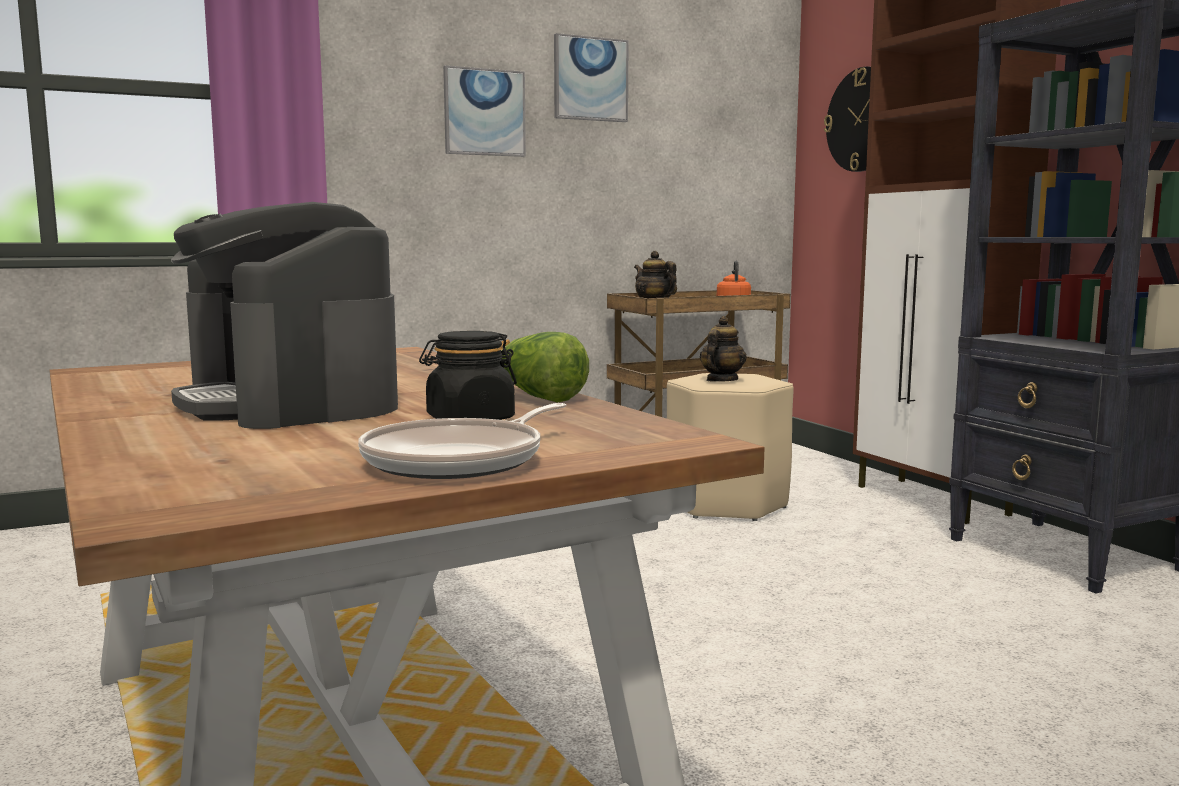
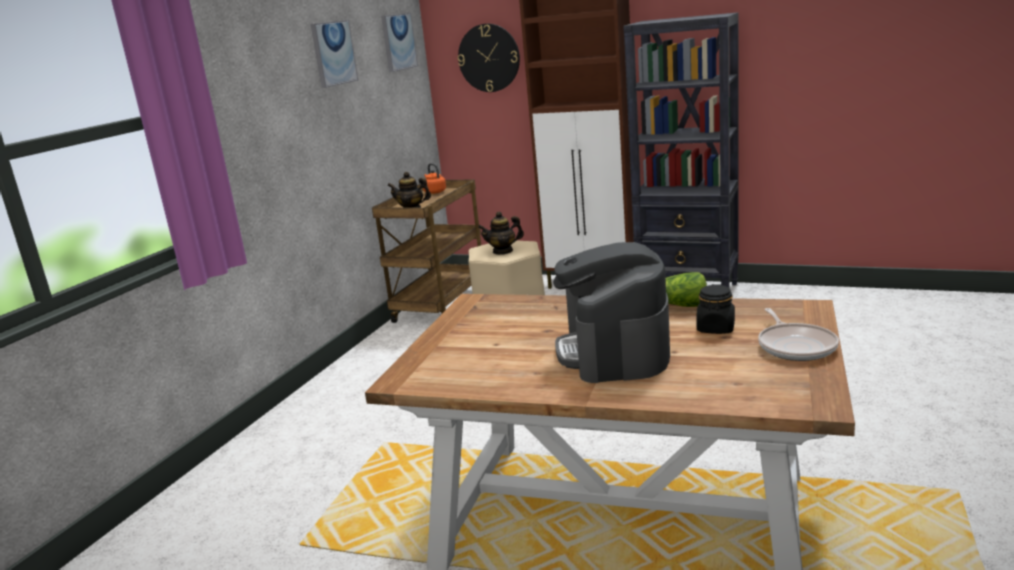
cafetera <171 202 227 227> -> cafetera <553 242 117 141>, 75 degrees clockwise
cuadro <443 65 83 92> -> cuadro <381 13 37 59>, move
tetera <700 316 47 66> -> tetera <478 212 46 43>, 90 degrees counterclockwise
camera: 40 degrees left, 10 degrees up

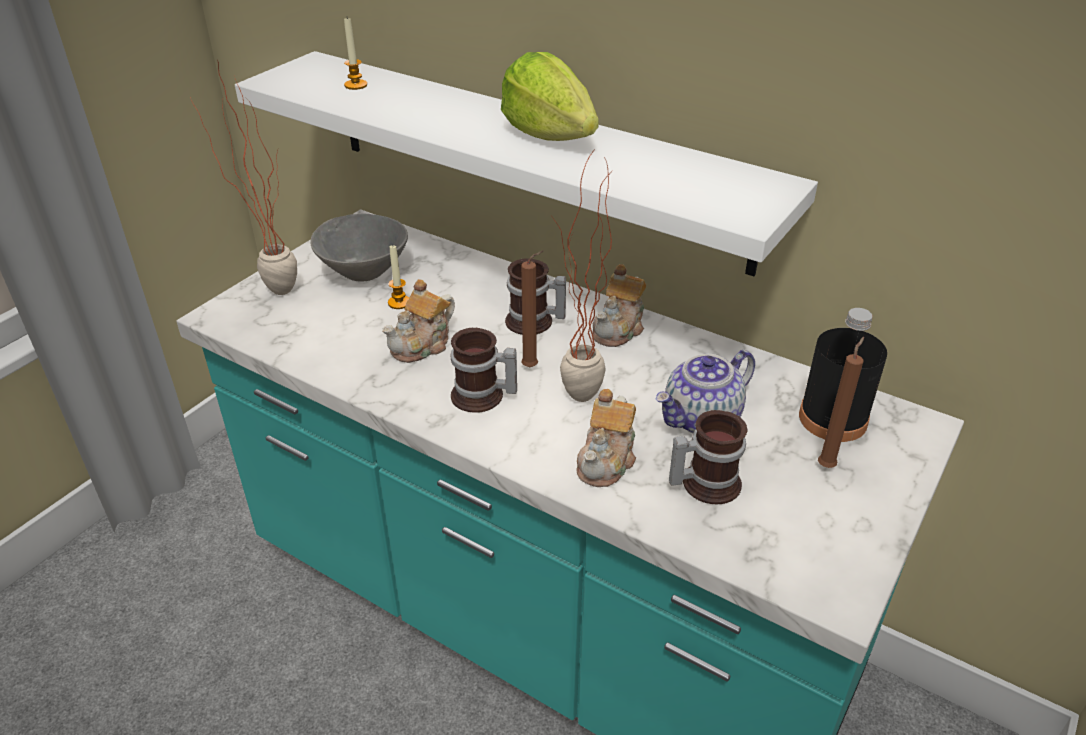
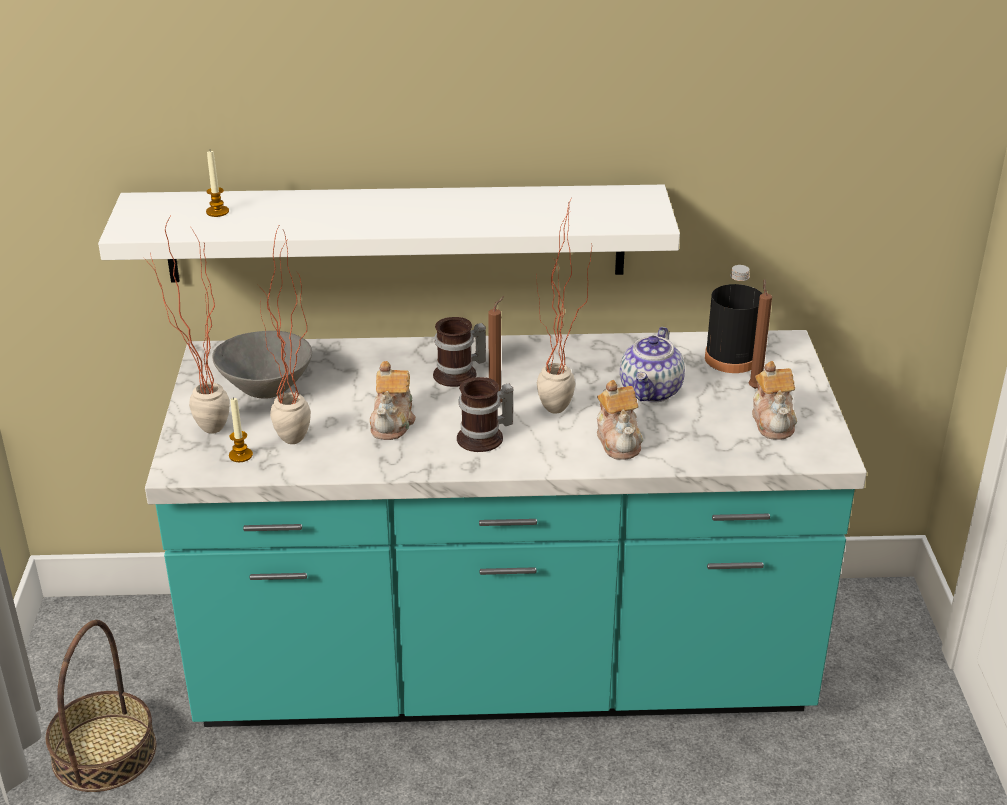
vela <388 244 21 65> -> vela <229 397 24 65>, move
lechuga <501 52 98 89> -> none
tetera <592 264 54 83> -> tetera <752 361 45 79>, move
taza grande <669 410 78 94> -> none
none -> cesta <45 620 111 172>
none -> planta en maceta <258 224 53 220>
camera: 35 degrees left, 5 degrees down

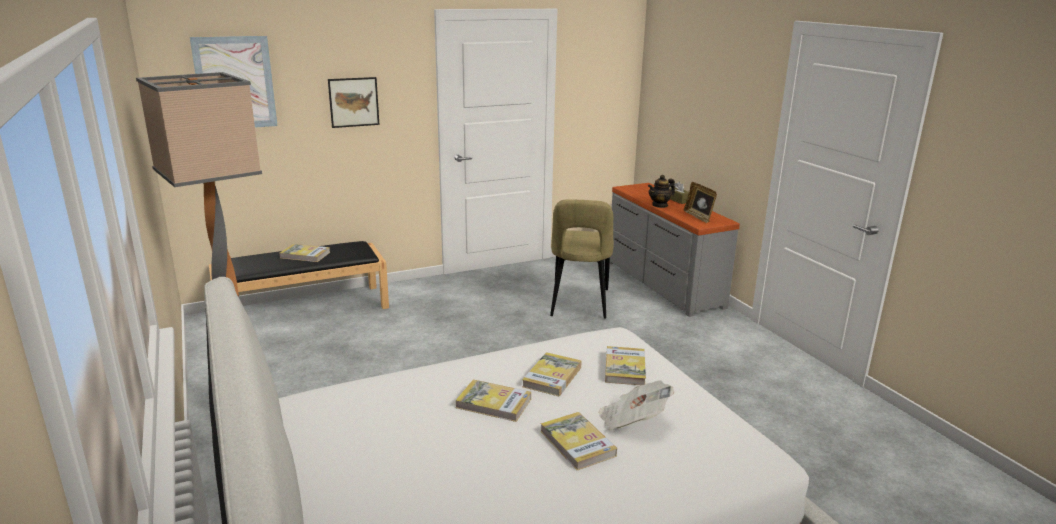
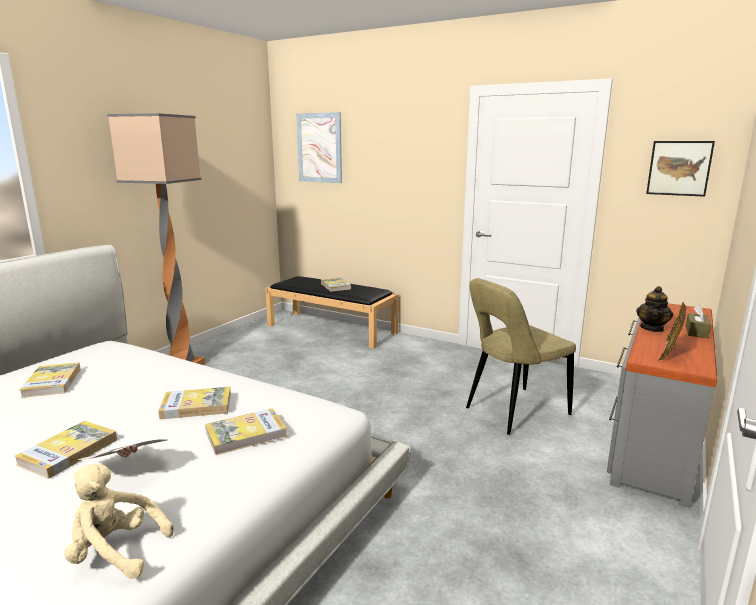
cuadro <328 77 51 51> -> cuadro <646 141 69 56>, move
libro <455 380 76 42> -> libro <20 362 61 36>, move
tetera <648 175 27 33> -> tetera <636 286 37 46>, 90 degrees counterclockwise
none -> peluche [beis] <64 464 110 115>
camera: 55 degrees right, 5 degrees down

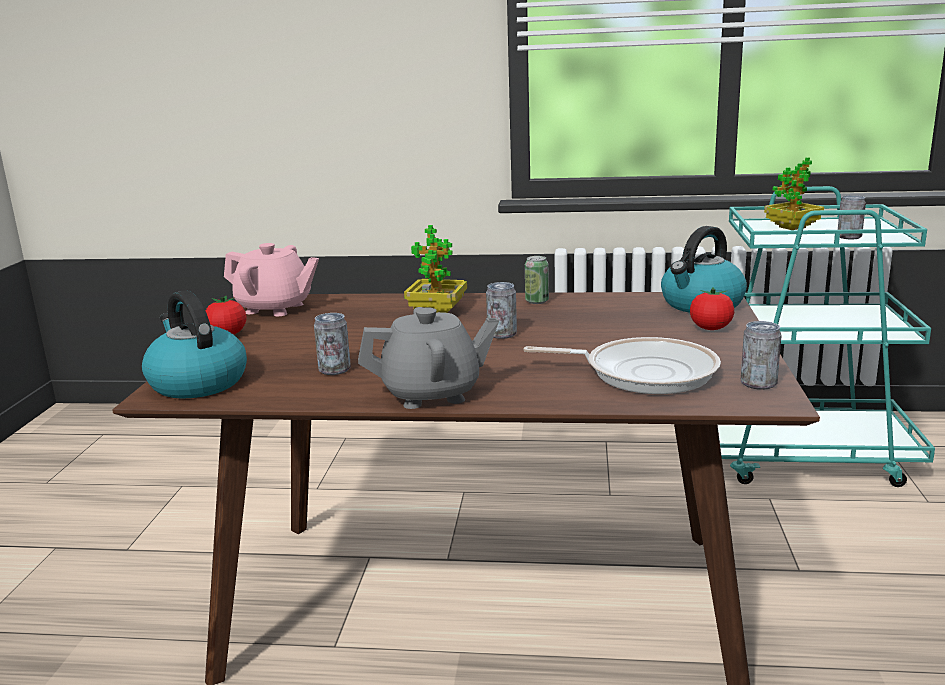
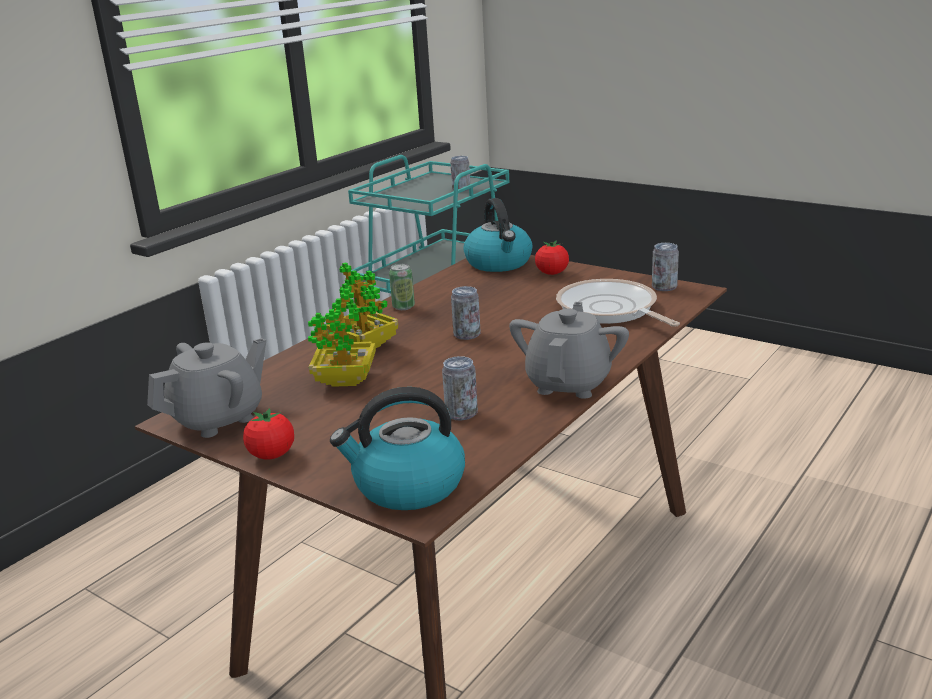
tetera [rosa] <224 243 95 73> -> tetera [gris] <147 338 119 100>
sartén <523 337 198 57> -> sartén <556 279 124 48>, 75 degrees counterclockwise
planta en maceta <764 157 60 73> -> planta en maceta <308 289 68 98>, move
camera: 60 degrees left, 5 degrees up

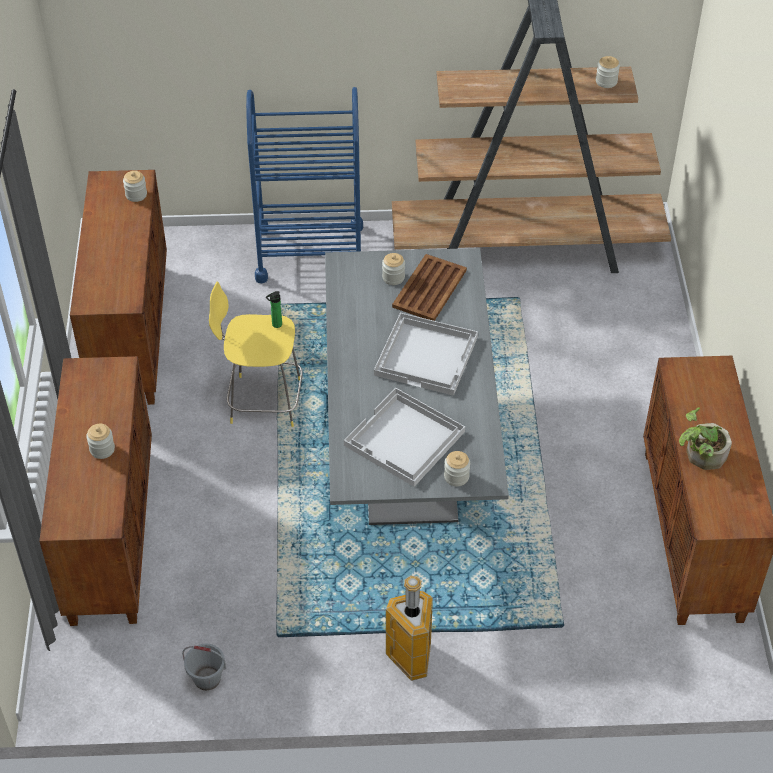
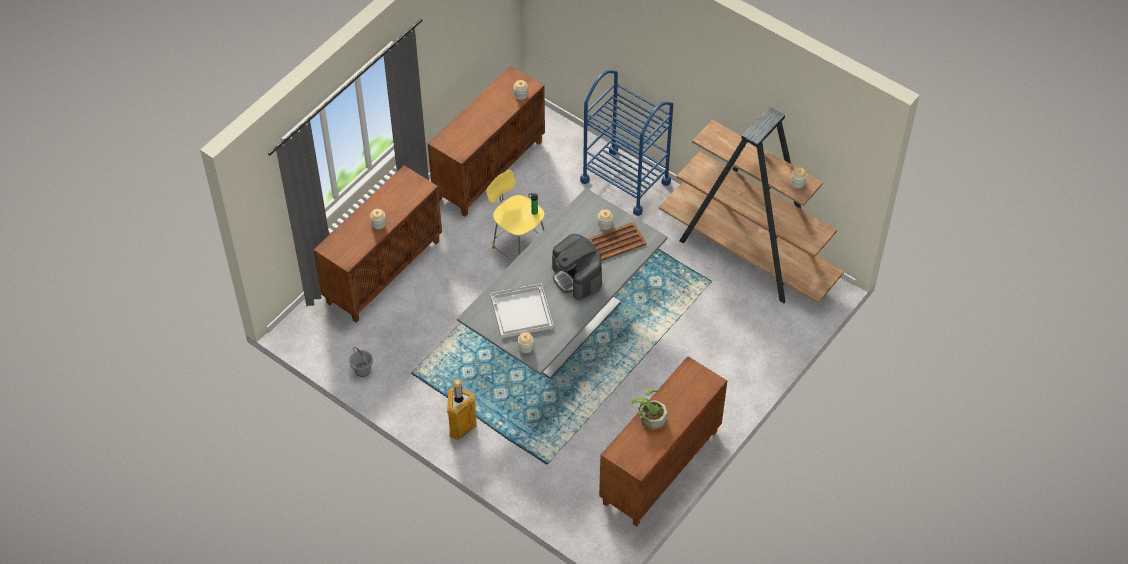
bandeja [blanco] <374 313 104 83> -> cafetera <552 234 50 66>
camera: 40 degrees right, 5 degrees up

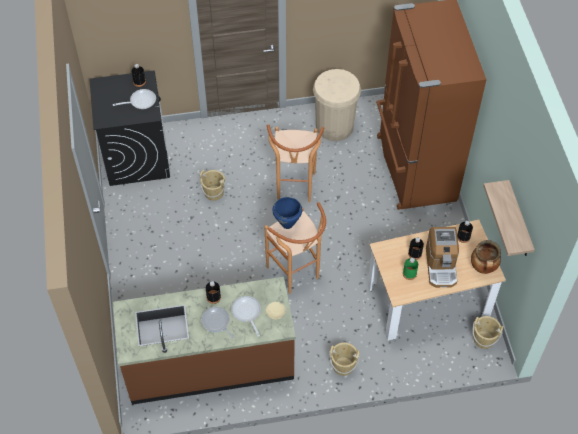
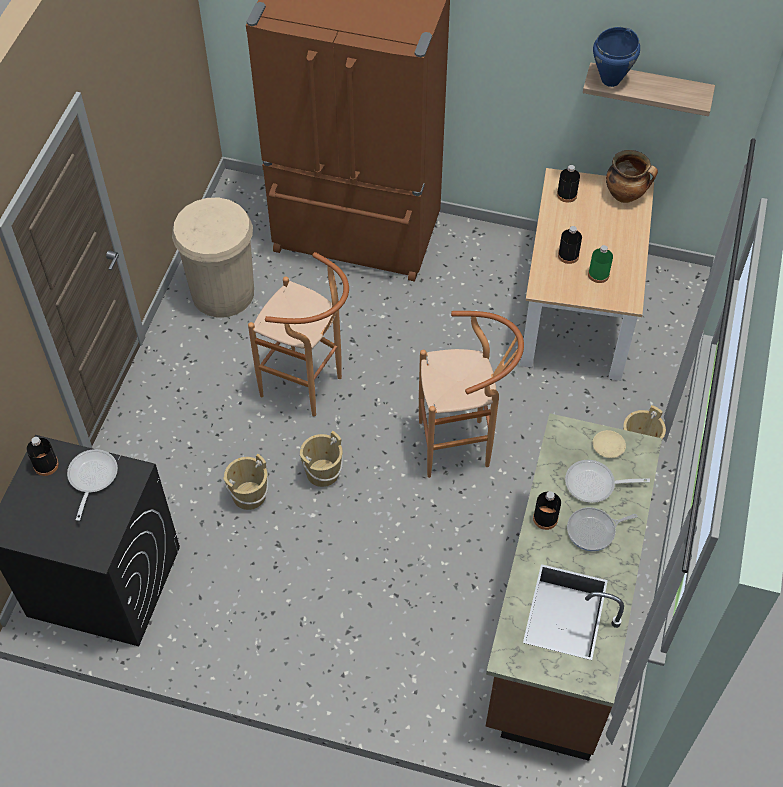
olla [azul] <272 197 30 32> -> olla [azul] <593 27 47 60>, move
cafetera <426 227 33 61> -> none
cubo [beis] <473 316 30 33> -> cubo [beis] <300 431 43 56>, move
camera: 65 degrees left, 0 degrees up

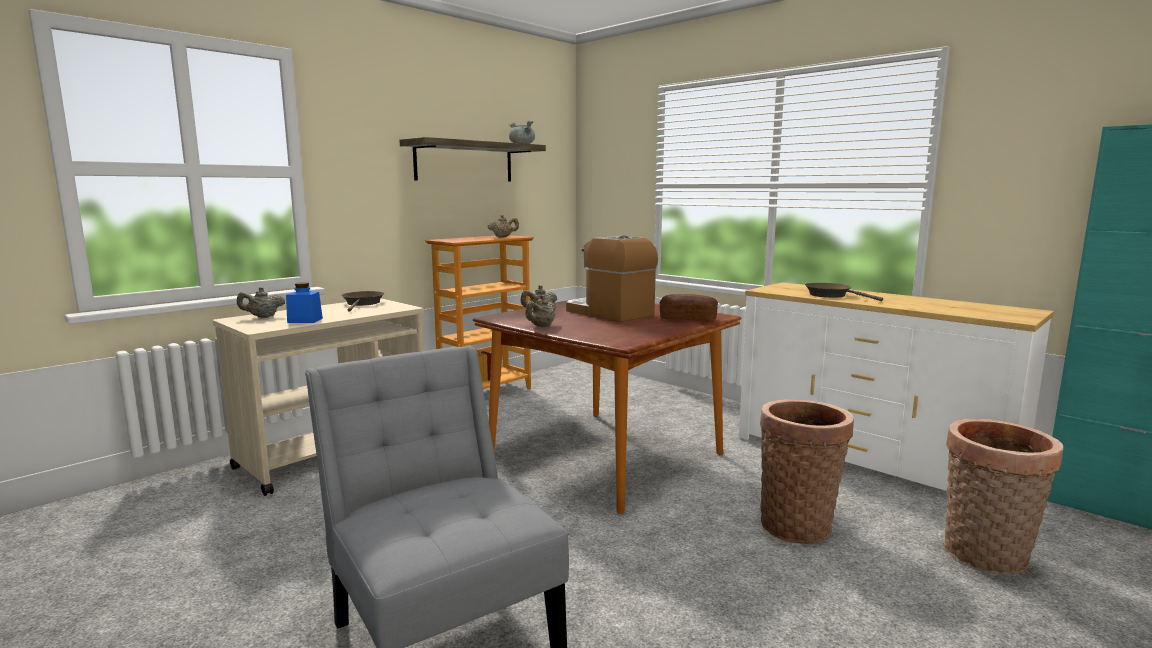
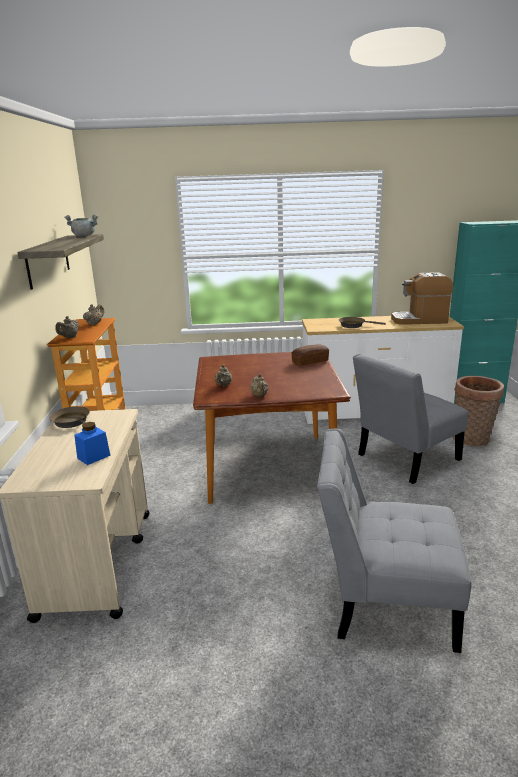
tetera [beis] <237 287 48 31> -> tetera [beis] <56 316 23 22>, move
cafetera <566 235 92 87> -> cafetera <391 272 62 53>, move
cesta <760 400 94 144> -> silla [gris] <353 353 115 131>
camera: 45 degrees left, 10 degrees up

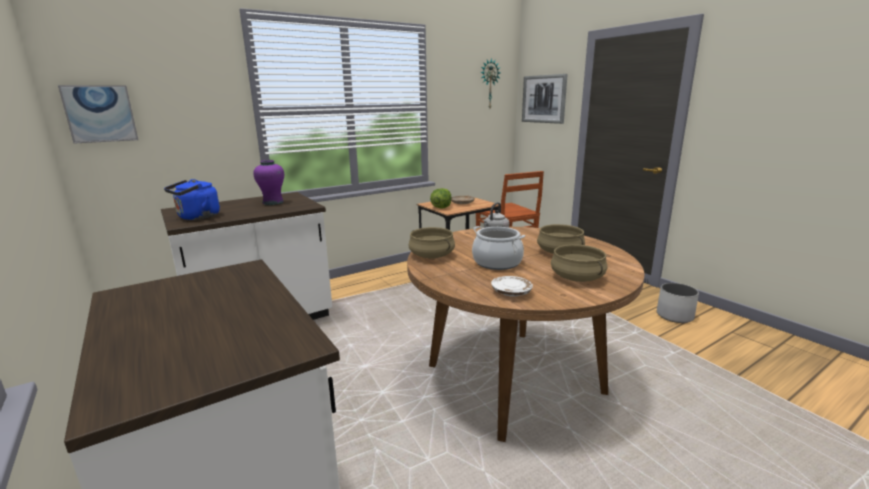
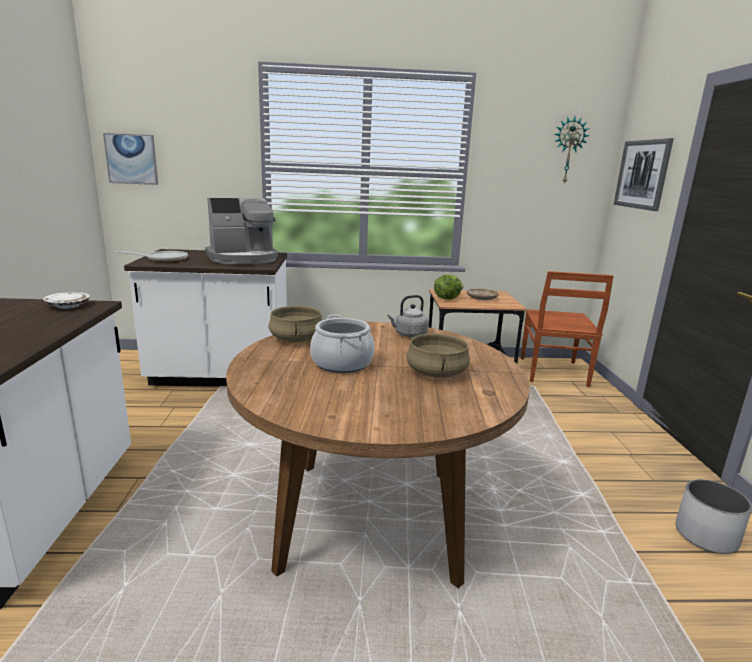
hervidor [azul] <164 179 56 41> -> sartén <115 251 73 11>
florero [morado] <253 160 31 45> -> cafetera <205 198 73 66>
plato [blanco] <491 276 42 21> -> plato [blanco] <43 292 47 17>, move
olla [beis] <551 244 56 38> -> none
camera: 30 degrees right, 0 degrees up

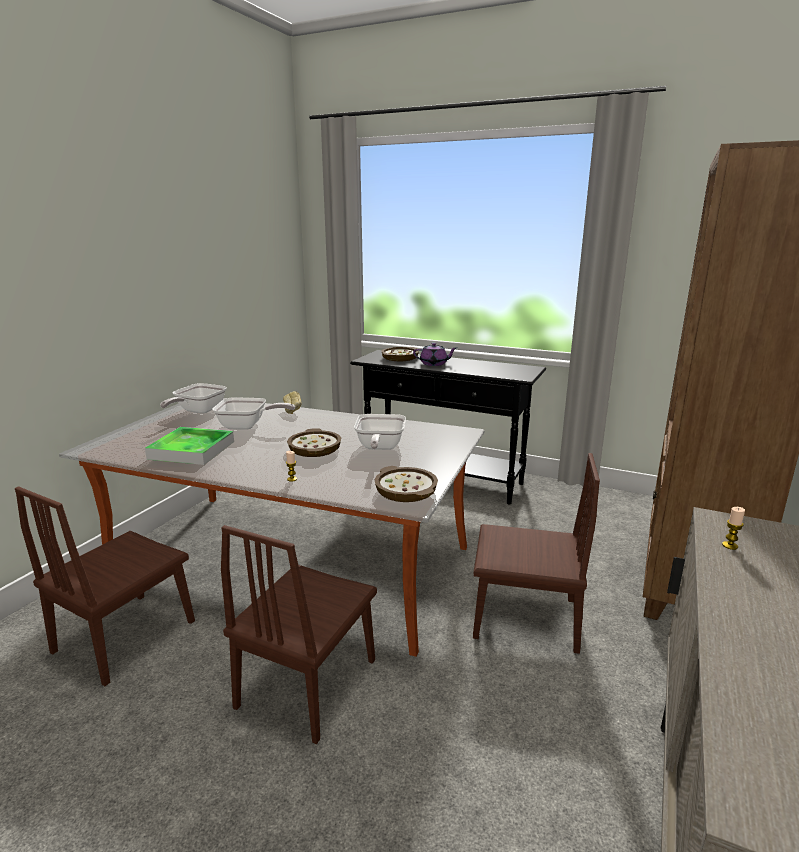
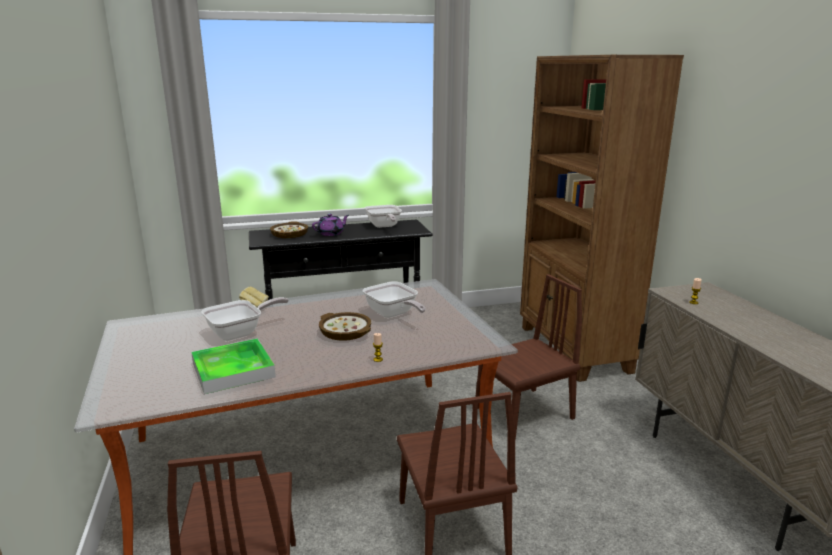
sartén <160 383 67 31> -> sartén <365 205 37 23>, move
cuenco <374 466 64 36> -> none
camera: 40 degrees left, 0 degrees up

